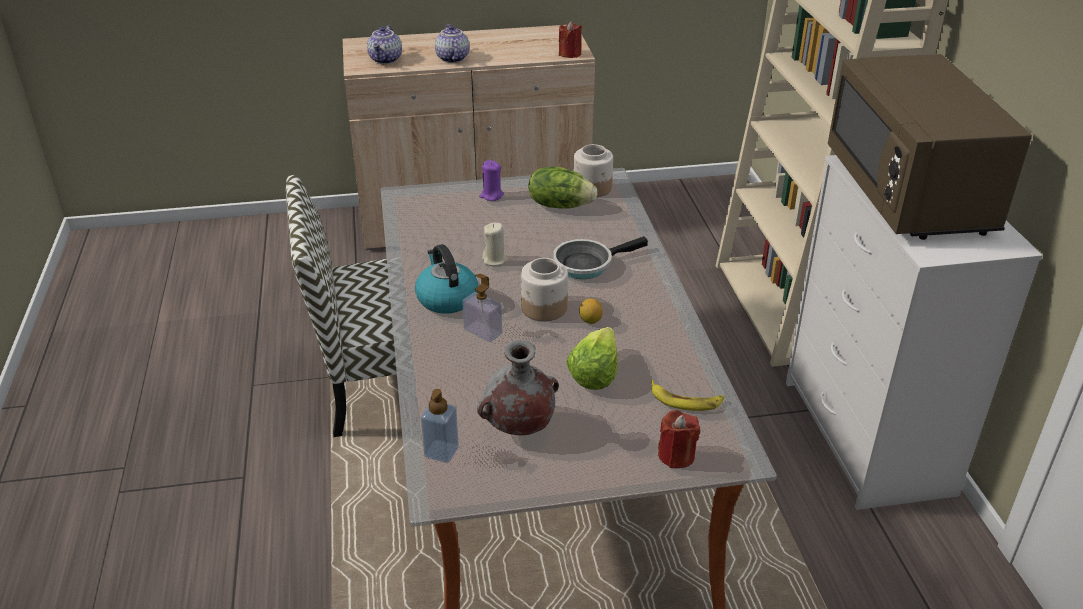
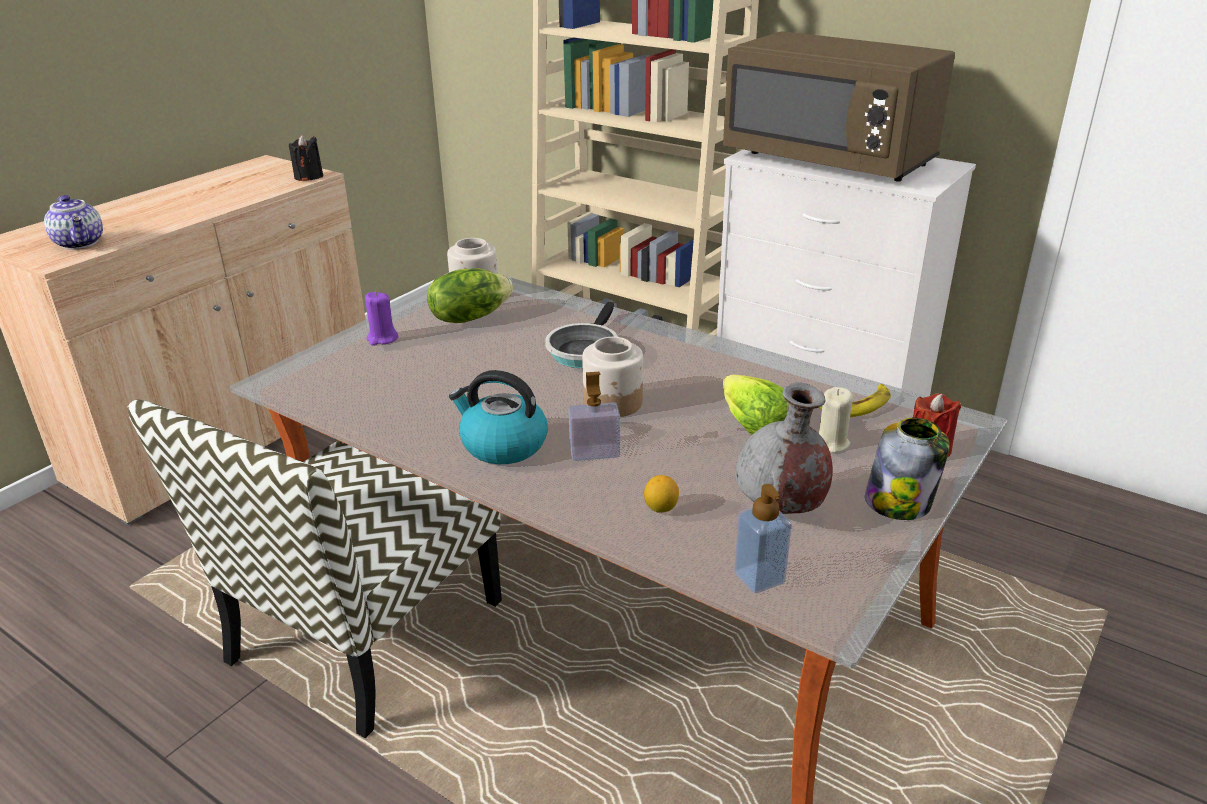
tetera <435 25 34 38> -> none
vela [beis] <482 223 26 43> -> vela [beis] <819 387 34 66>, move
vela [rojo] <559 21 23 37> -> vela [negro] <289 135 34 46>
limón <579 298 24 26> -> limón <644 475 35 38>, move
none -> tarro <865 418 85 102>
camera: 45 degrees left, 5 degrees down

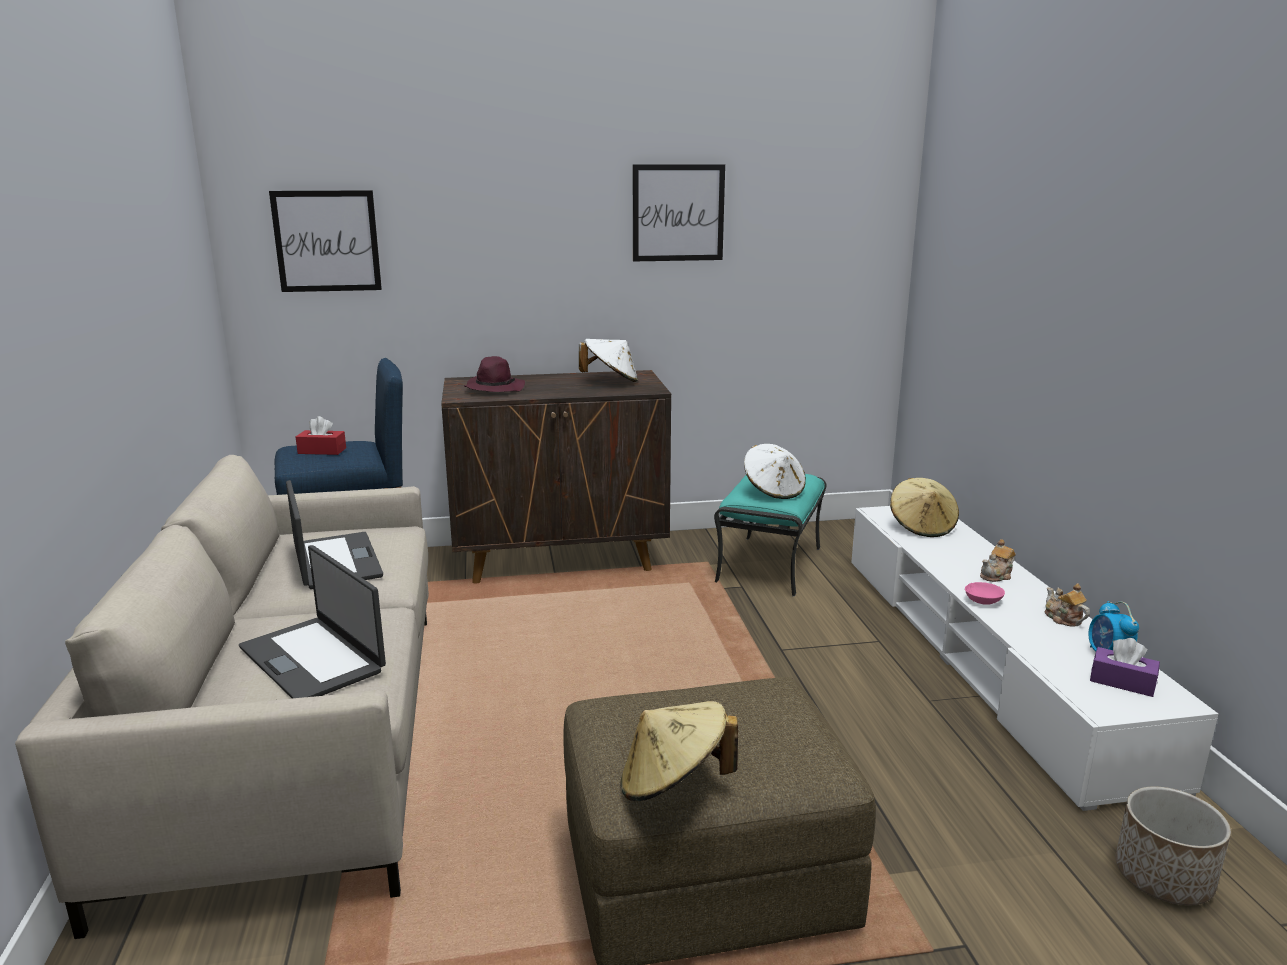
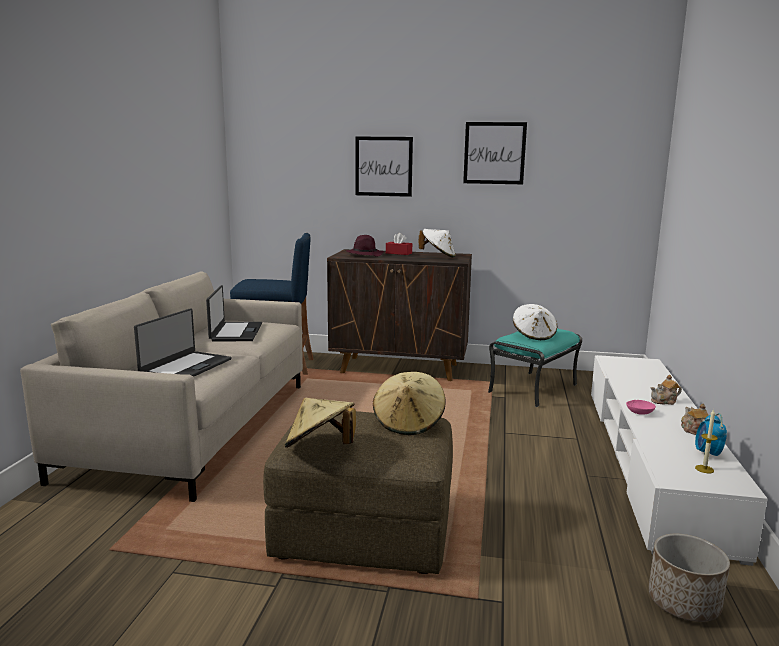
portátil <239 545 147 153> -> portátil <134 308 98 69>, 135 degrees counterclockwise
cuadro <269 190 113 102> -> cuadro <356 137 57 60>, move
caja de pañuelos [rojo] <296 416 50 39> -> caja de pañuelos [rojo] <386 233 26 22>, move
sombrero [beis] <890 478 69 59> -> sombrero [beis] <373 372 72 63>, move
caja de pañuelos [morado] <1090 638 70 59> -> vela <695 409 23 64>
camera: 20 degrees right, 5 degrees down

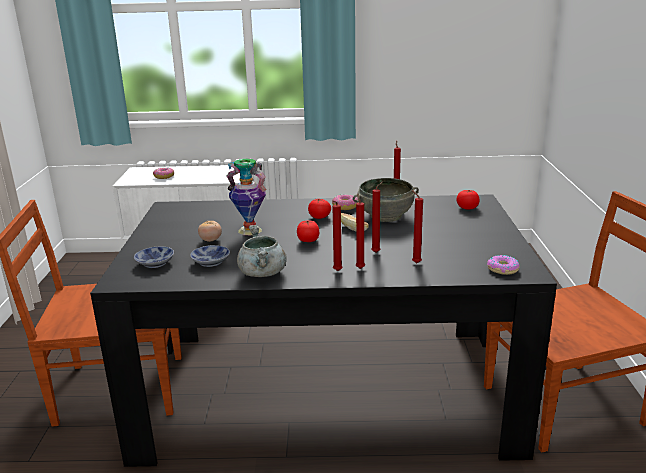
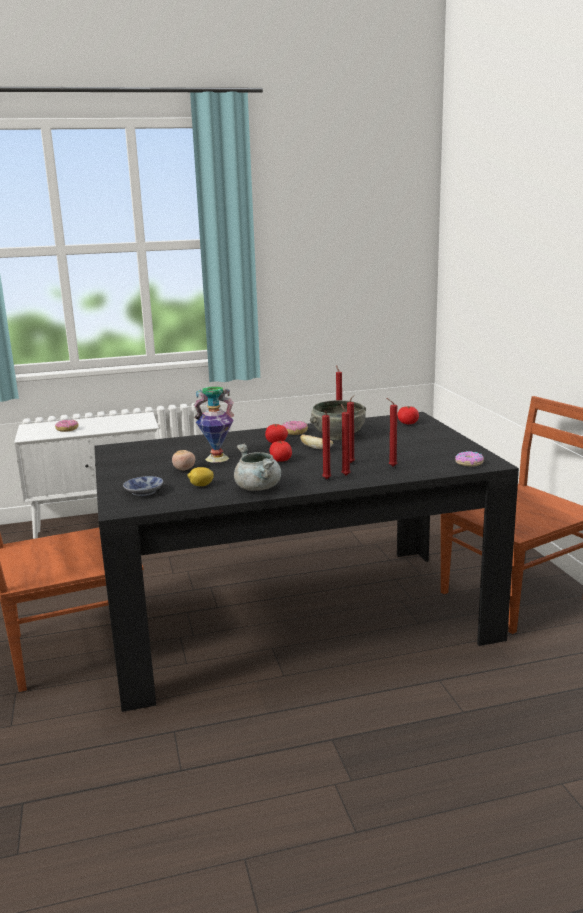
cuenco <190 245 40 22> -> limón <188 467 26 19>
camera: 15 degrees left, 5 degrees down

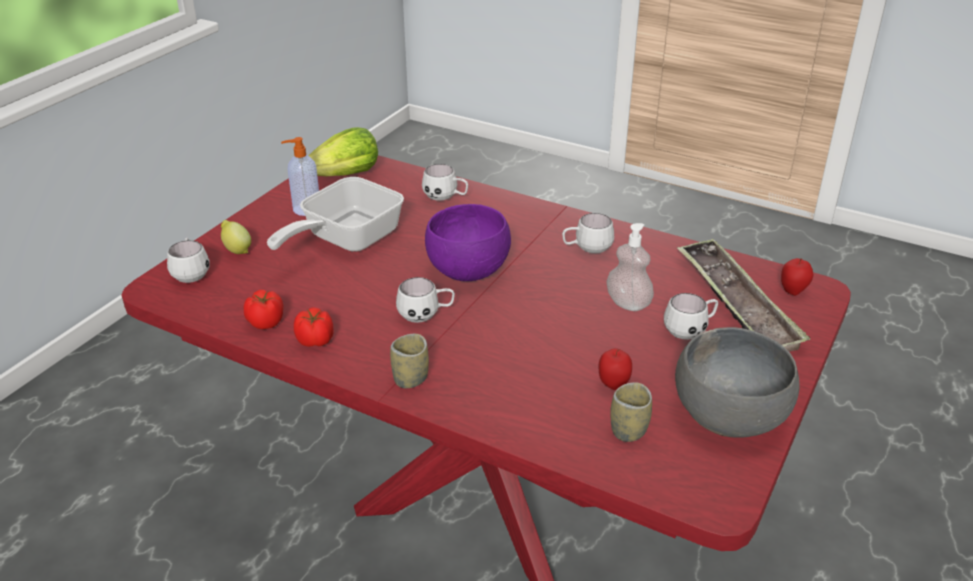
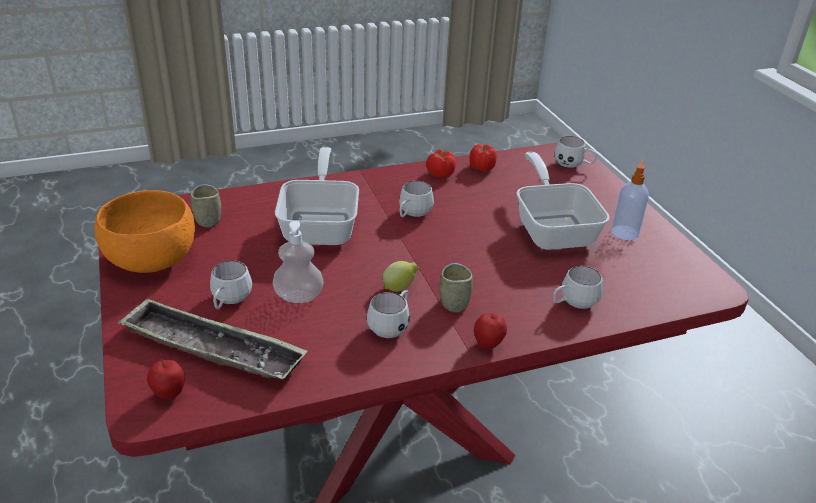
limón <221 220 30 34> -> limón <382 261 37 31>, move
lechuga <308 127 70 49> -> none
taza <390 334 39 54> -> taza <439 263 34 49>, move
cuenco [morado] <425 204 86 77> -> none
manzana <599 348 33 42> -> manzana <474 313 33 36>, move
cuenco [gris] <675 327 124 111> -> cuenco [naranja] <94 190 101 83>
none -> sartén <275 147 84 98>
camera: 130 degrees right, 0 degrees up

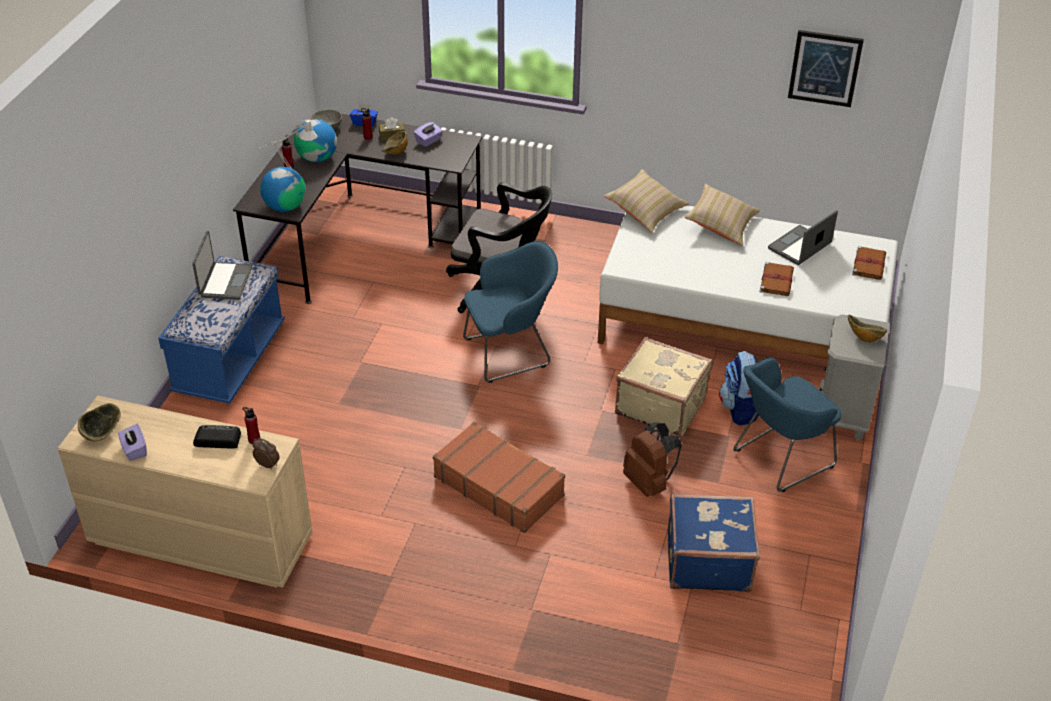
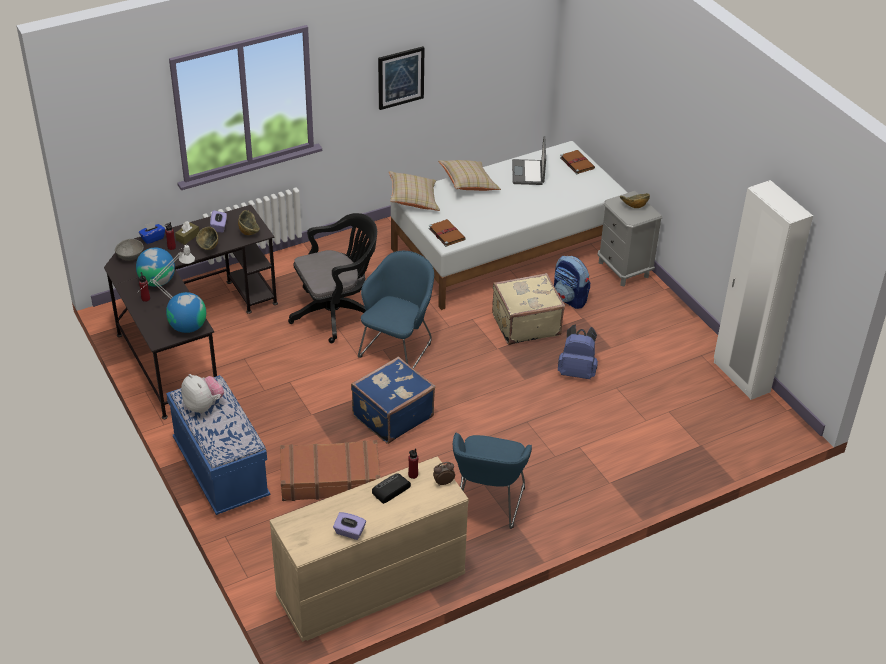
cuenco <78 403 43 39> -> cuenco <238 210 22 25>, move
portátil <192 231 61 69> -> peluche <181 374 43 39>
maleta [marrón] <433 422 132 111> -> maleta [marrón] <280 440 100 61>, move
mochila [marrón] <623 422 59 75> -> mochila [azul] <558 324 40 55>
maleta [azul] <667 494 93 98> -> maleta [azul] <351 356 84 88>, move
sillón [azul] <733 357 109 135> -> sillón [azul] <453 433 79 96>, move
libro [marrón] <759 262 35 34> -> libro [marrón] <428 219 38 28>, move
cuadro <788 30 76 77> -> cuadro <378 46 46 64>, move
none -> armario ropero [blanco] <714 180 99 220>
camera: 45 degrees left, 0 degrees up

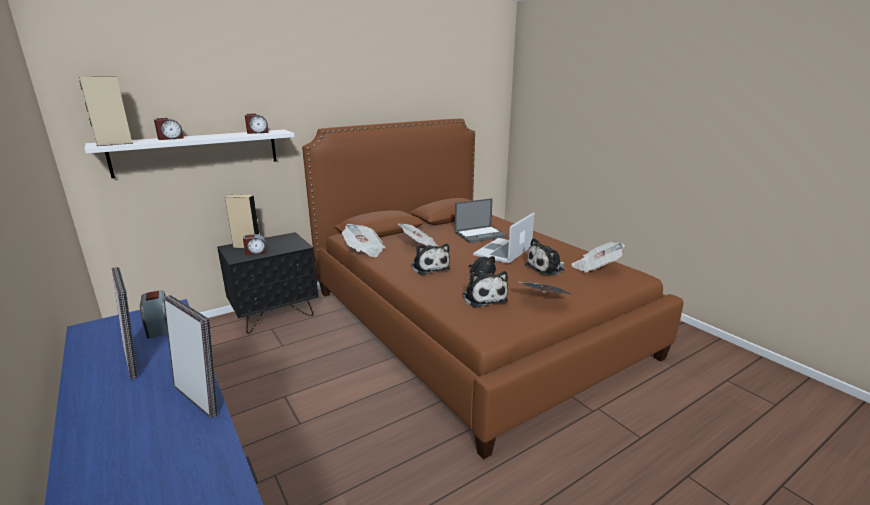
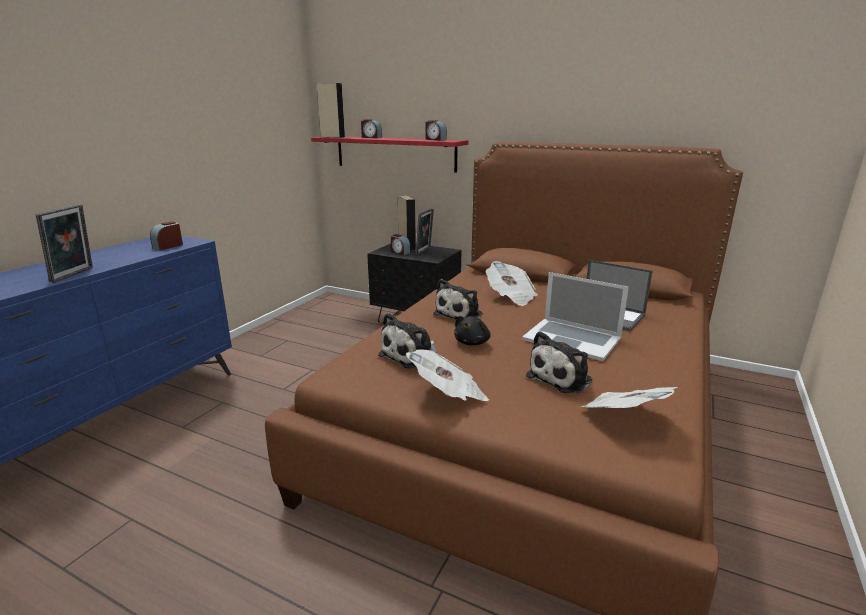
estante [blanco] <85 130 210 48> -> estante [rojo] <311 136 158 37>
portarretratos <112 267 26 112> -> portarretratos <415 208 19 47>, move
periódico <342 224 43 34> -> none
portátil <473 212 62 52> -> portátil <522 272 107 89>, 150 degrees counterclockwise
peluche <525 238 40 38> -> peluche <526 331 66 62>, 75 degrees counterclockwise
camera: 60 degrees right, 0 degrees up

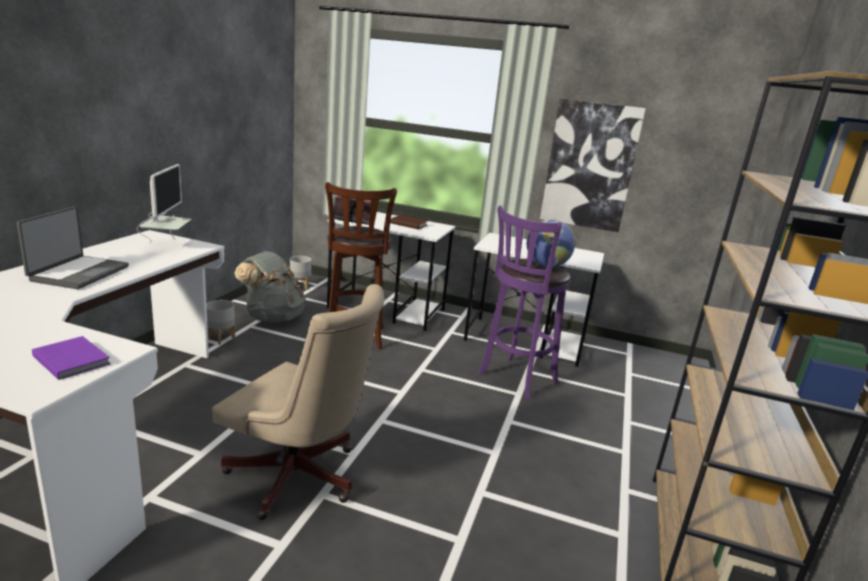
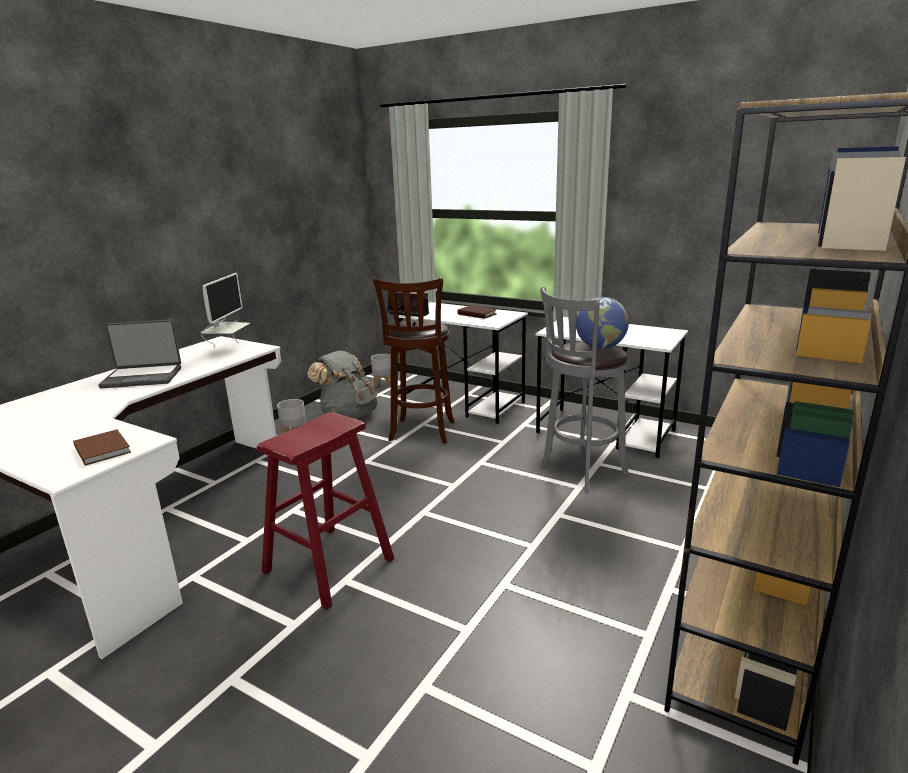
portátil <17 206 112 83> -> portátil <98 320 83 69>, 60 degrees clockwise
libro [morado] <32 336 79 44> -> libro [marrón] <73 429 58 37>
silla de oficina [beis] <212 284 172 236> -> taburete [rojo] <257 412 137 198>
taburete [morado] <478 205 93 194> -> taburete [gris] <540 286 89 207>
cuadro <540 99 106 133> -> none
camera: 15 degrees right, 0 degrees up

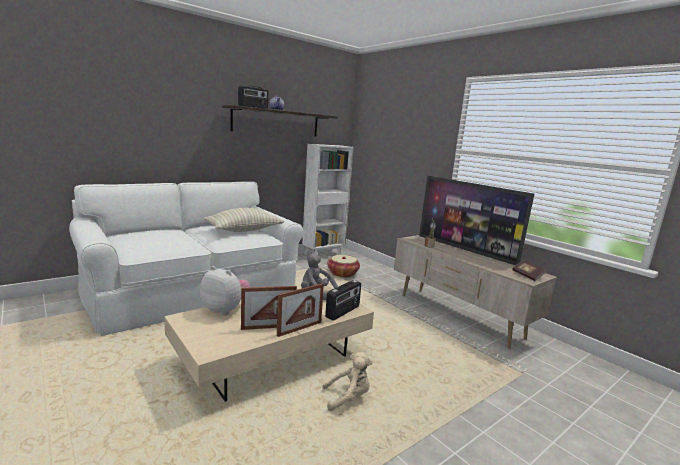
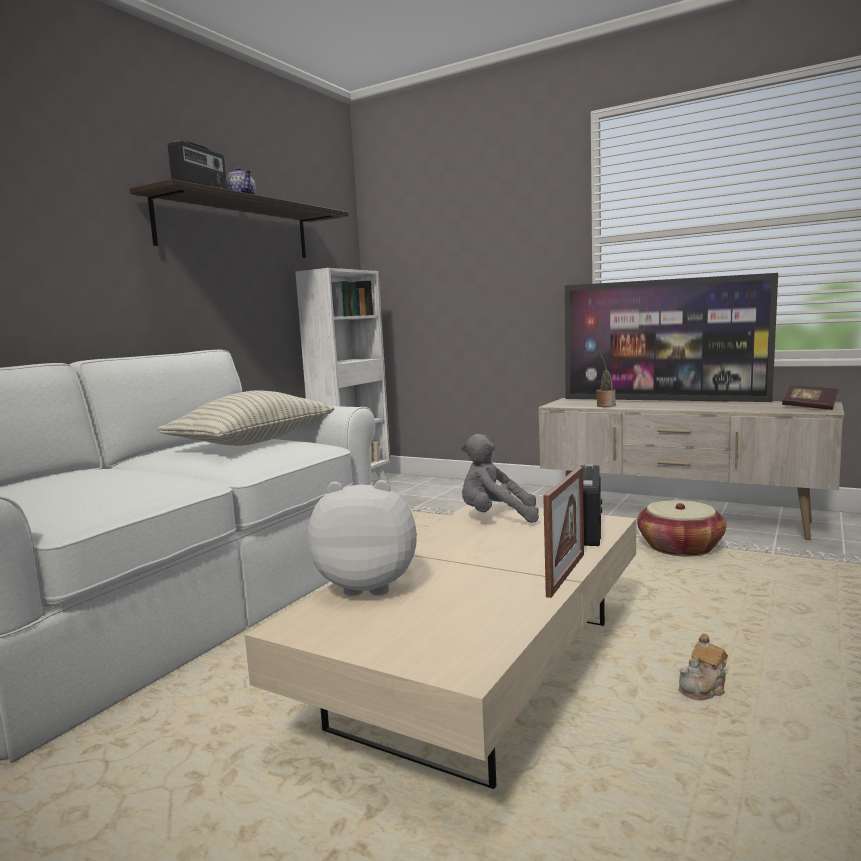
portarretratos <241 286 56 44> -> none
peluche [beis] <322 352 51 59> -> tetera <679 633 49 67>
cesta <327 255 33 23> -> cesta <637 500 89 56>, move
camera: 20 degrees left, 5 degrees down

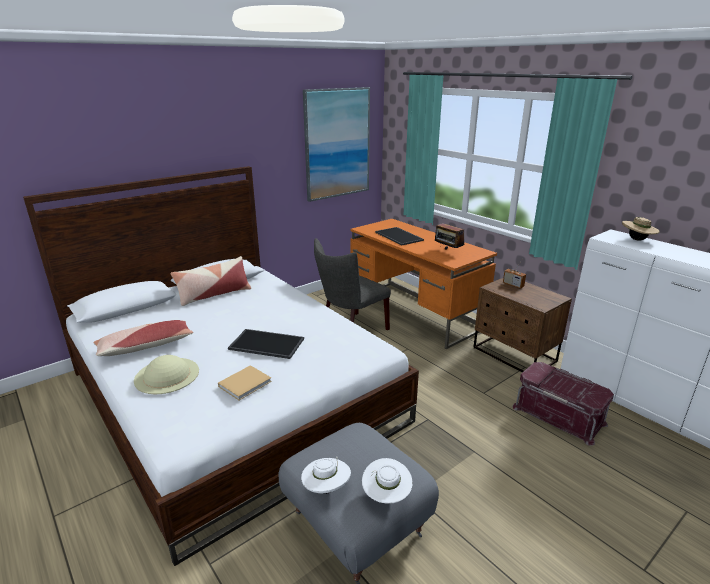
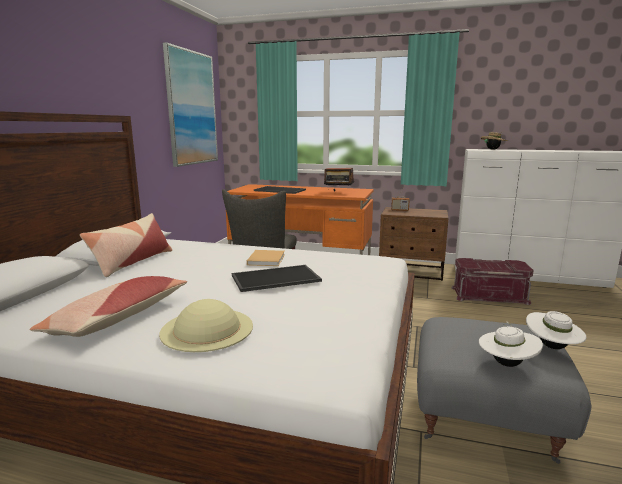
libro [beis] <218 365 54 35> -> libro [beis] <247 250 38 16>, move
camera: 35 degrees left, 10 degrees down

